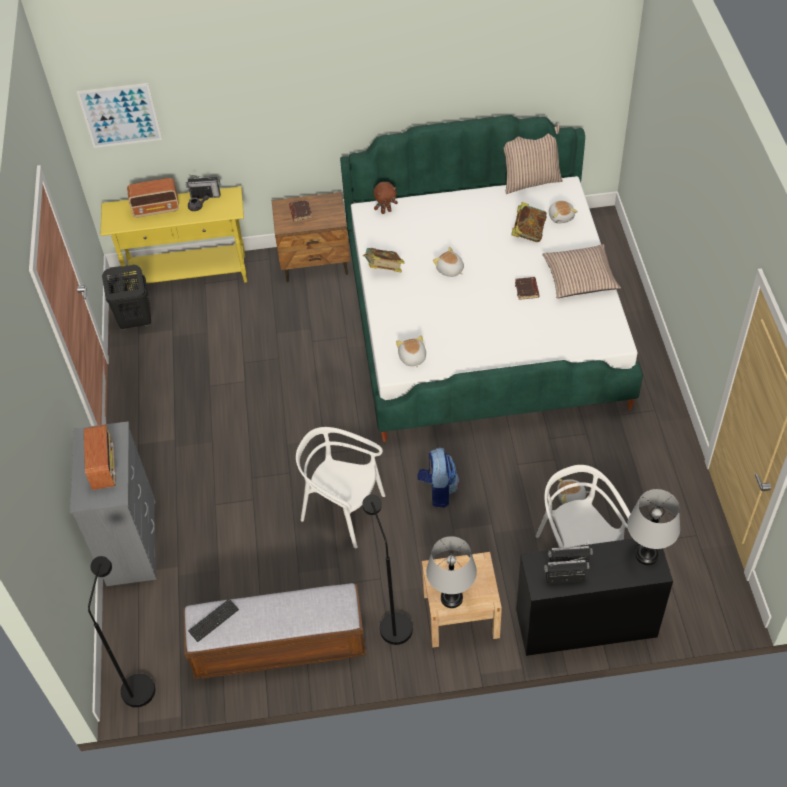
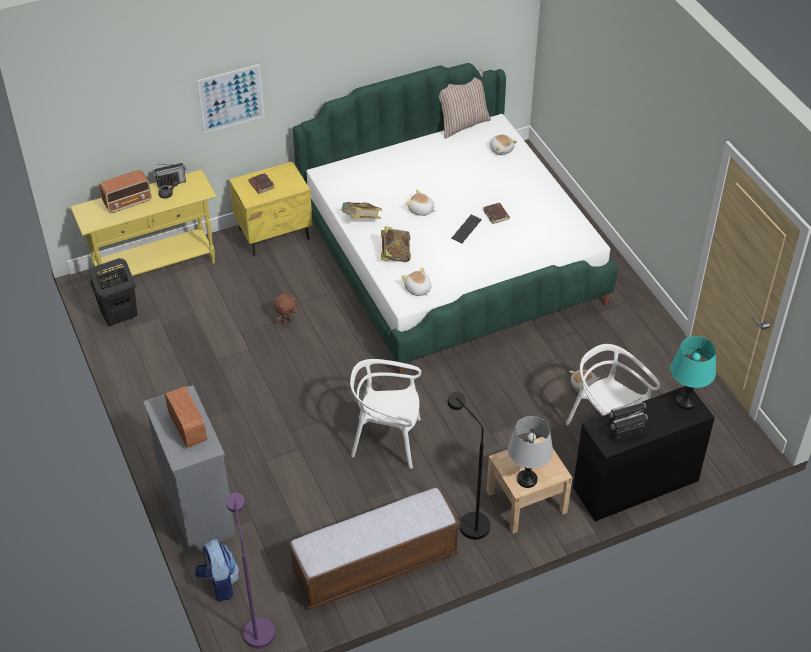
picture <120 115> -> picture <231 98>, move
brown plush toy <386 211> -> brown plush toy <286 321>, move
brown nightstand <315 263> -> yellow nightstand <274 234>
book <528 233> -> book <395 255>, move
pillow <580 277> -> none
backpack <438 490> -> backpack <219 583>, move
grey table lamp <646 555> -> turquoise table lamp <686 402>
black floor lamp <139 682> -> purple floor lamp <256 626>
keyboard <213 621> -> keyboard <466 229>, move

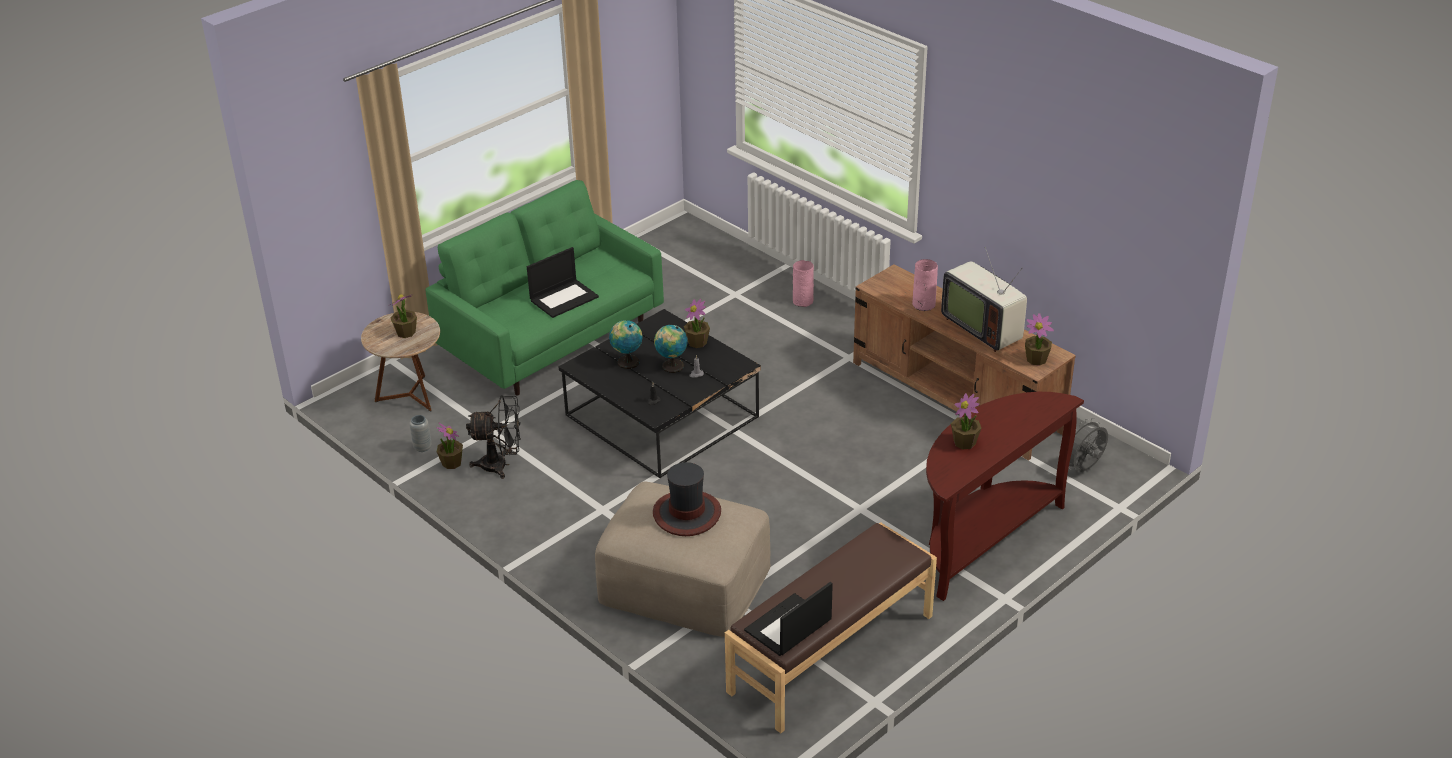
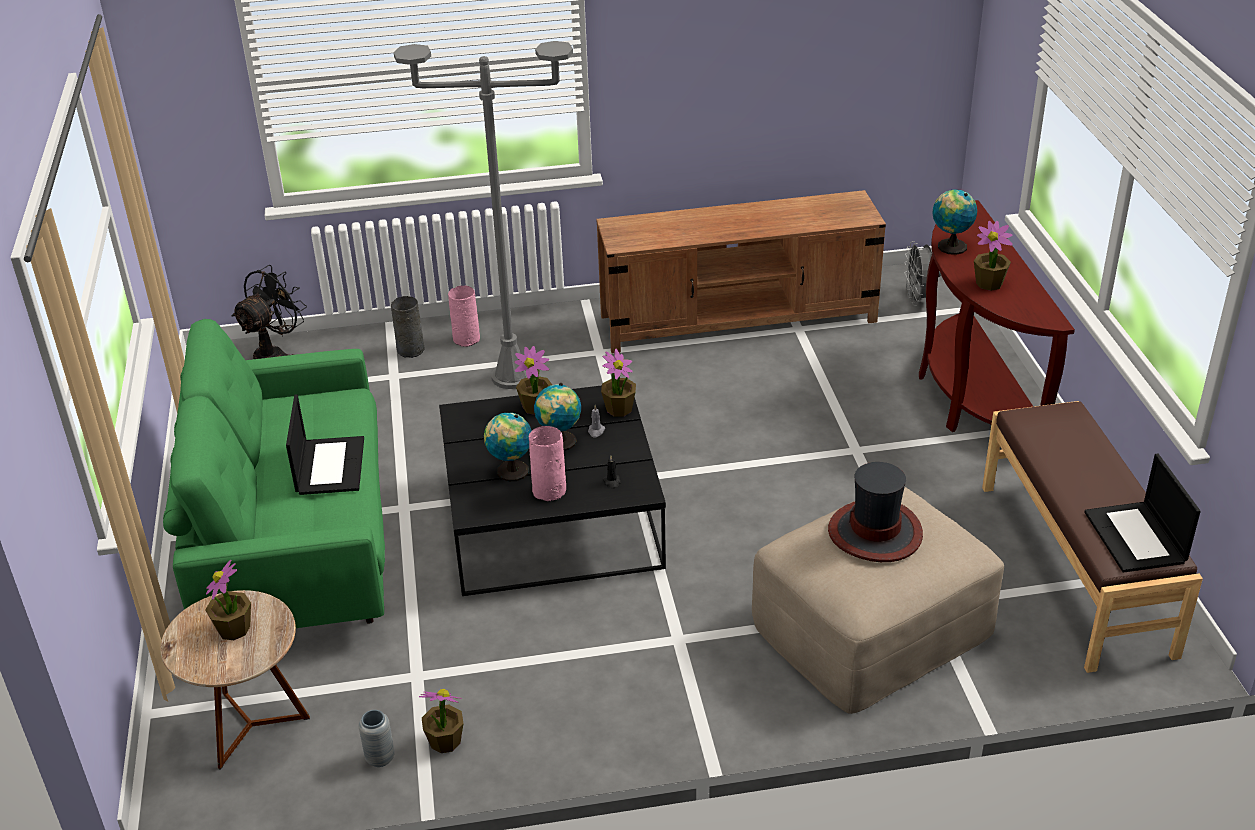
television <983 327> -> none
pink vase <923 305> -> pink vase <549 491>, move
potted plant <1036 359> -> potted plant <619 409>, move
black fan <501 465> -> black fan <275 355>, move
none -> grey floor lamp <511 377>
none -> globe <950 246>
none -> grey vase <411 349>

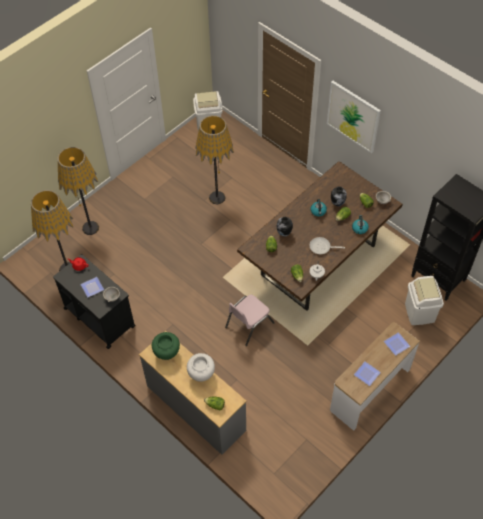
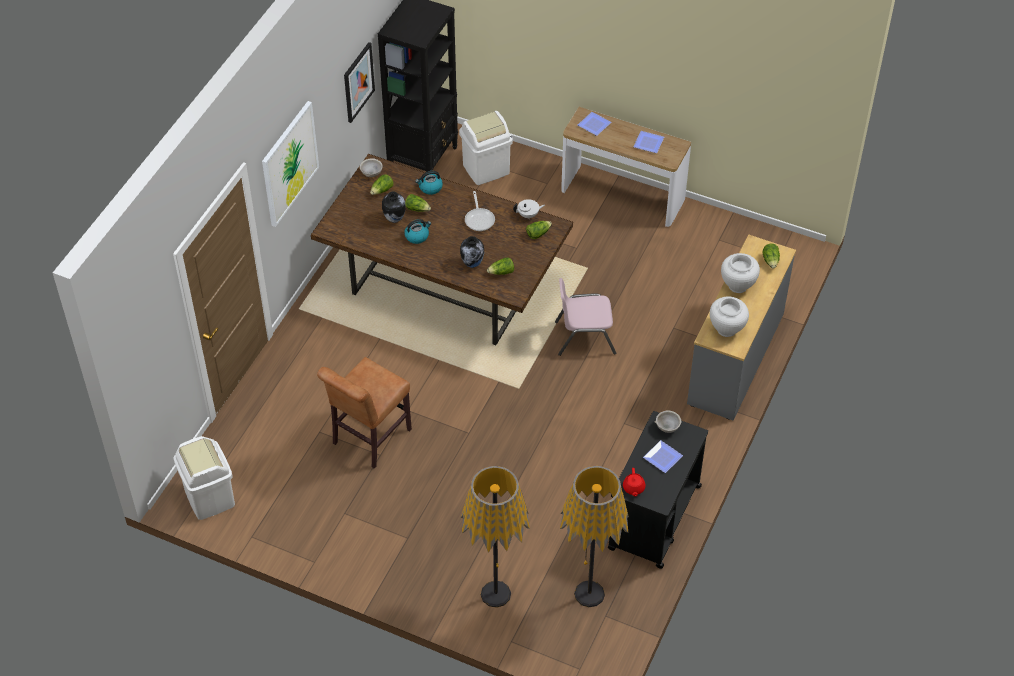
floor lamp <217 197> -> brown chair <369 439>
pink chair <249 325> -> pink chair <584 337>, 150 degrees clockwise
green vase <167 353> -> white vase <727 329>
none -> picture <358 82>

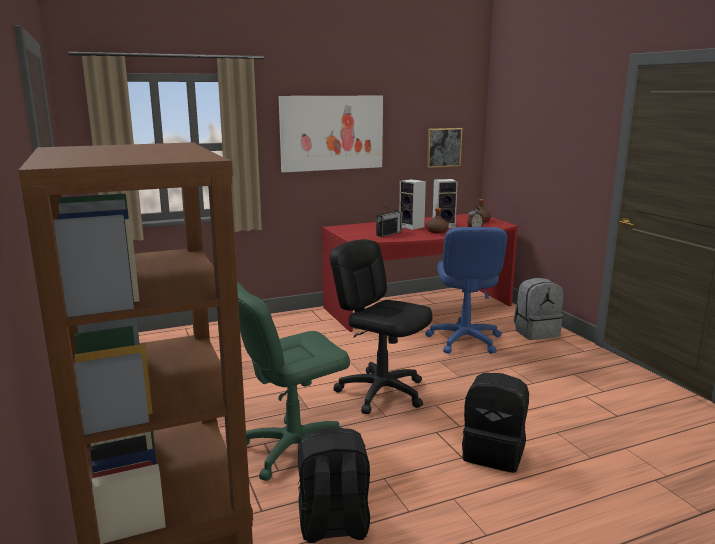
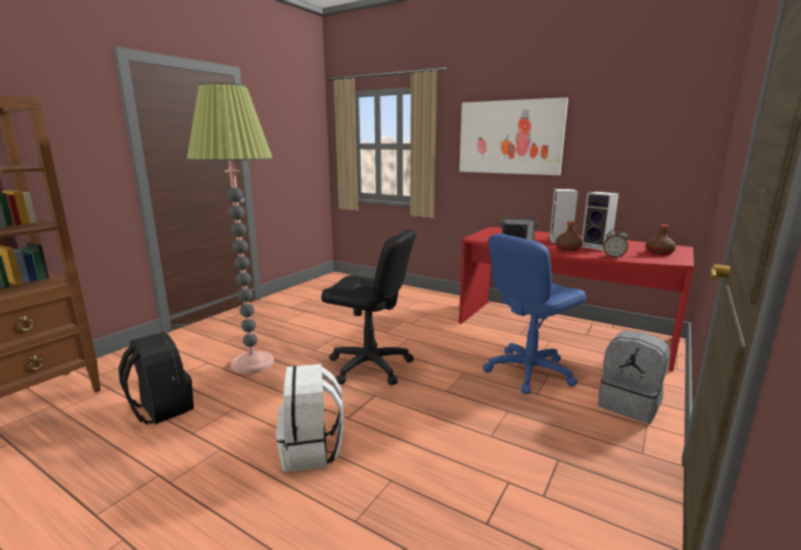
picture <443 147> -> none
black office chair <381 392> -> black office chair <370 366>, 105 degrees clockwise
green office chair <293 449> -> floor lamp <252 363>
black backpack <494 453> -> white backpack <312 450>

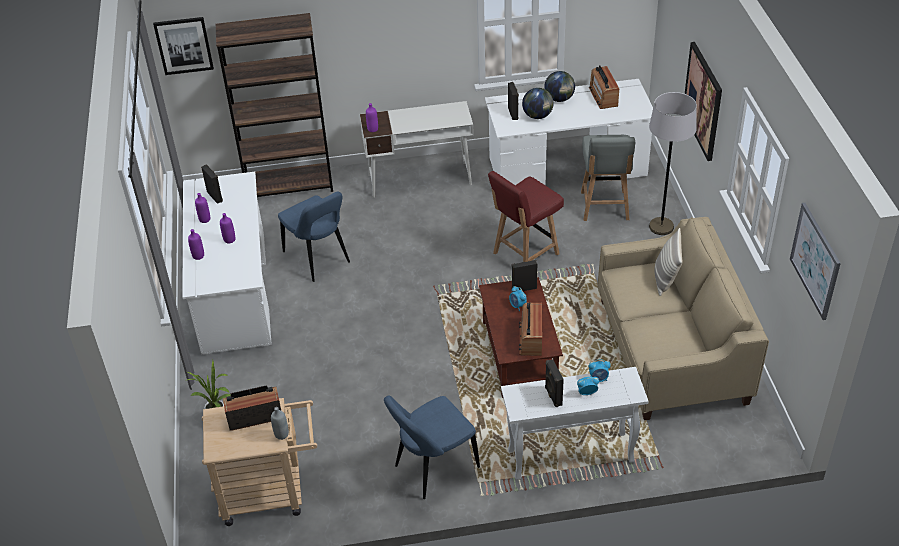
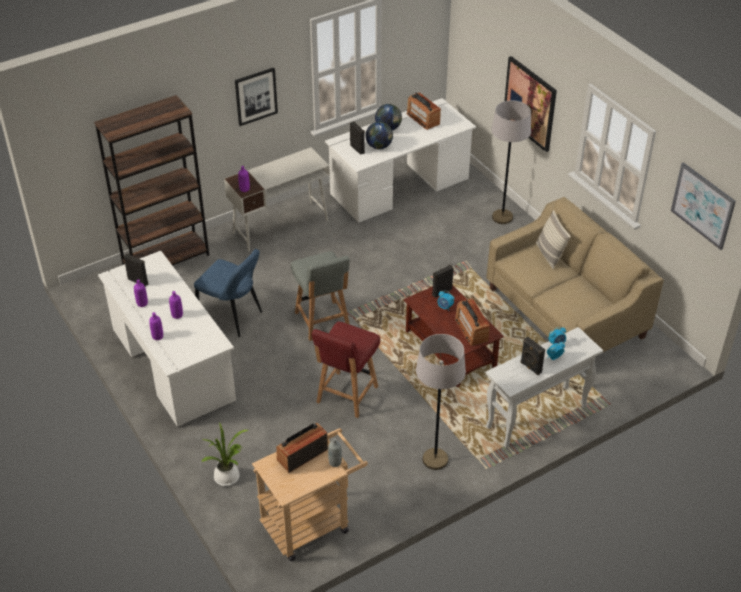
picture <184 45> -> picture <256 96>, move
grey chair <604 207> -> grey chair <322 322>, move
red chair <524 254> -> red chair <346 395>, move
blue chair <433 468> -> grey floor lamp <435 459>

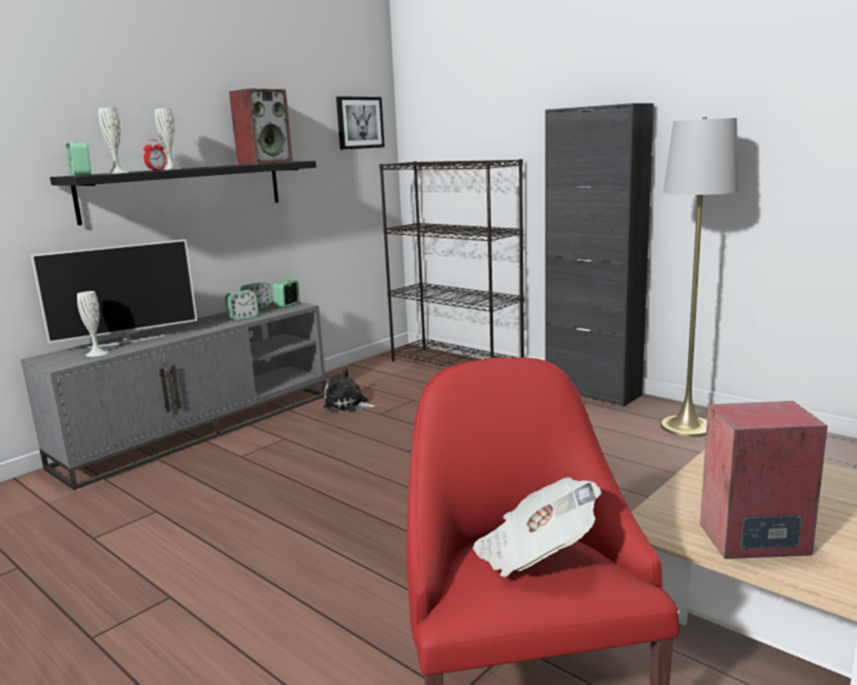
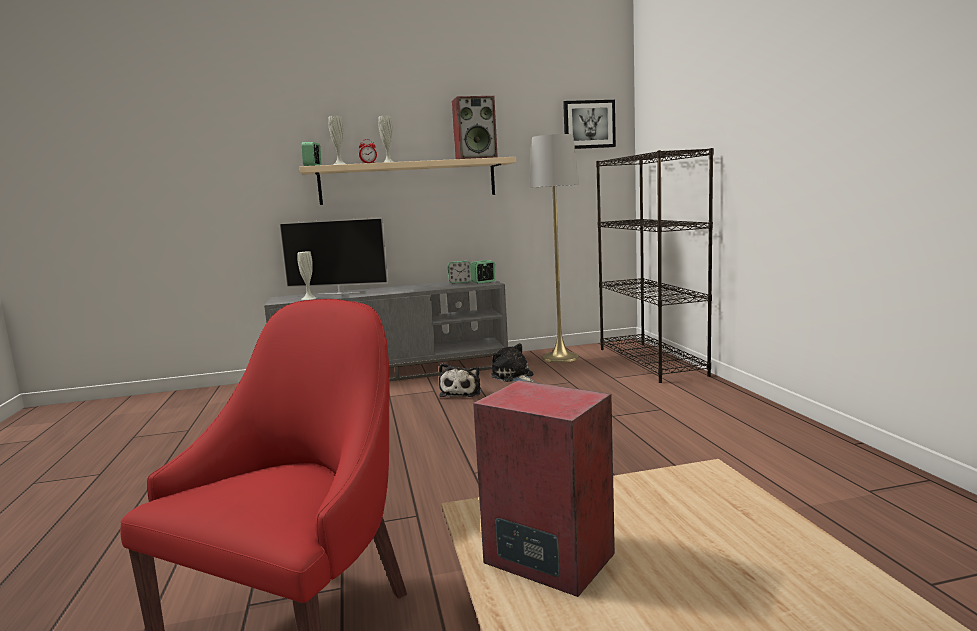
black cabinet <592 392> -> none
grey floor lamp <686 426> -> grey floor lamp <560 357>, move
black shelf <185 190> -> beige shelf <408 181>
alarm clock <243 317> -> none
newspaper <534 554> -> none
none -> plush toy <462 392>

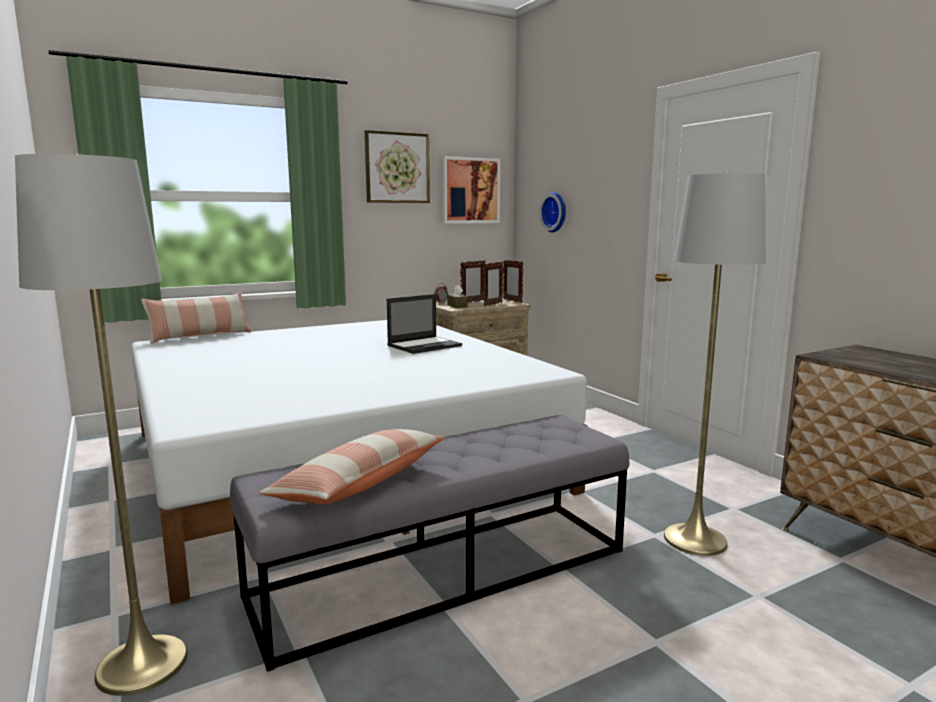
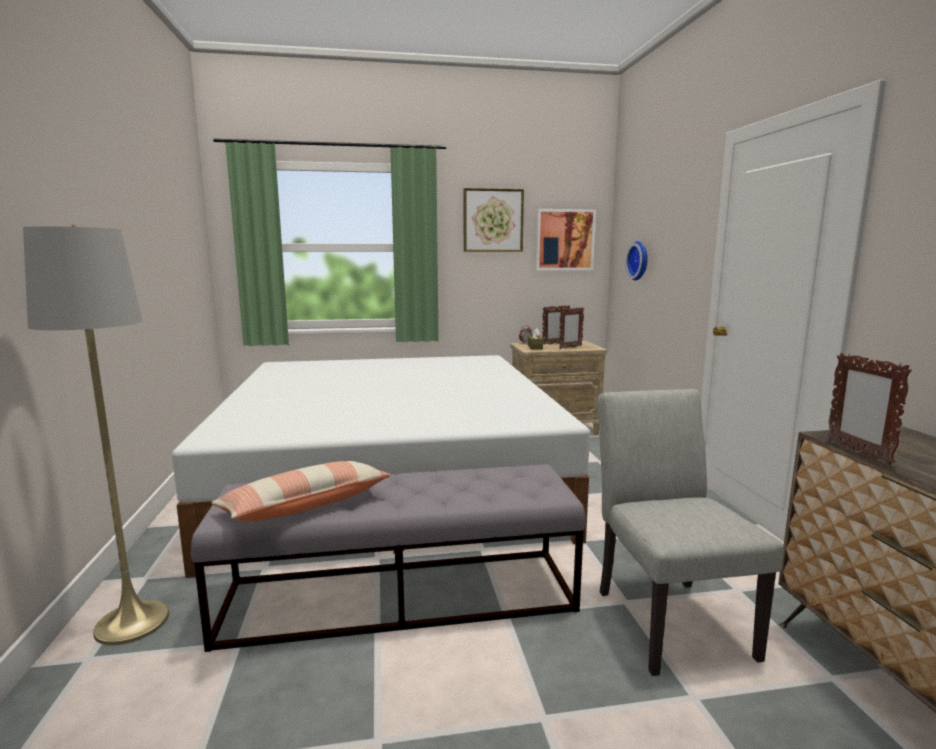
grey floor lamp <695 539> -> grey chair <666 615>
picture frame <512 301> -> picture frame <857 451>, move
pillow <200 336> -> none
laptop <425 345> -> none

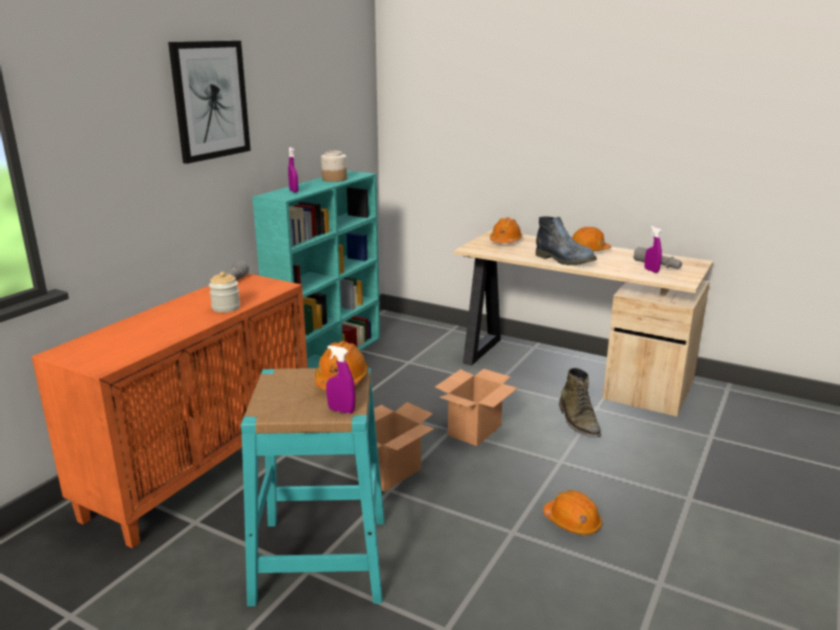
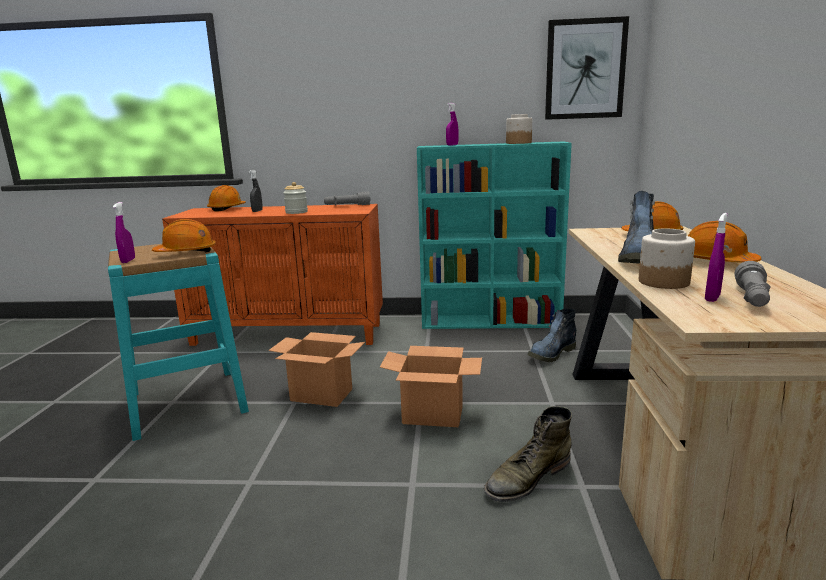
picture <210 100> -> picture <585 69>, move
orange hard hat <572 522> -> orange hard hat <227 209>, move
none -> grey spray bottle <257 211>
none -> jar <663 282>
none -> boot <551 354>

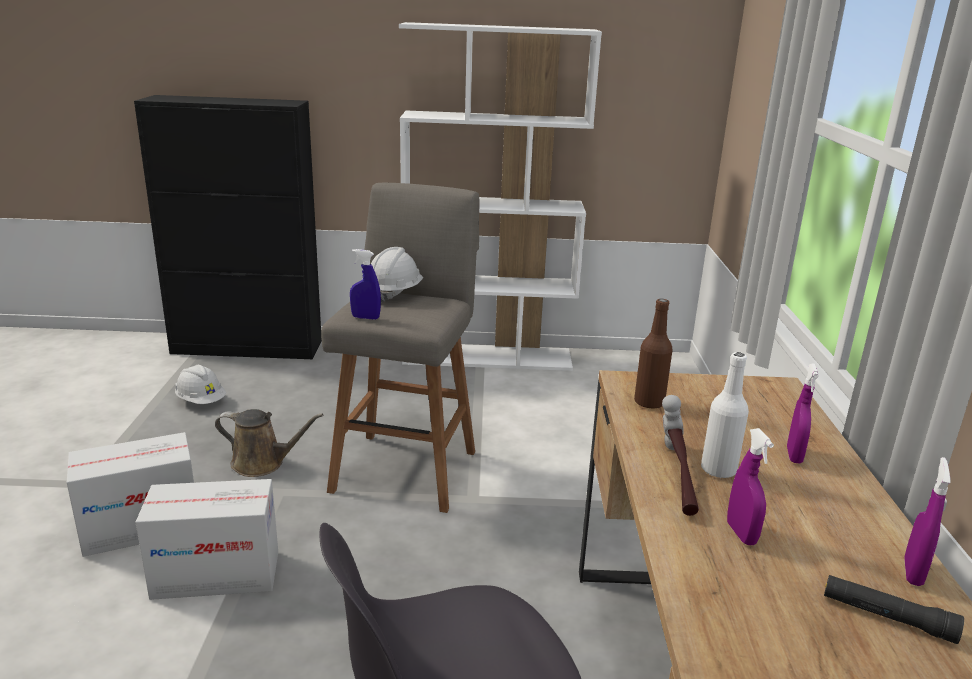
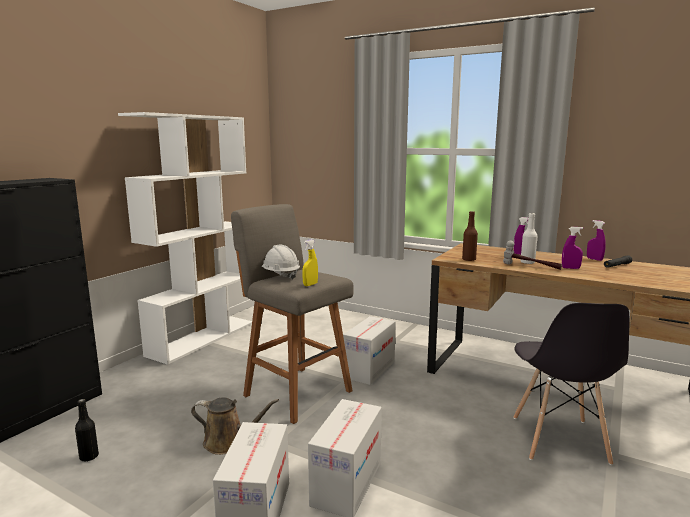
blue spray bottle <365 317> -> yellow spray bottle <310 284>
white hard hat <201 401> -> black bottle <89 457>
brown watering can <263 463> -> brown watering can <228 442>, 60 degrees clockwise
none -> cardboard box <369 369>

